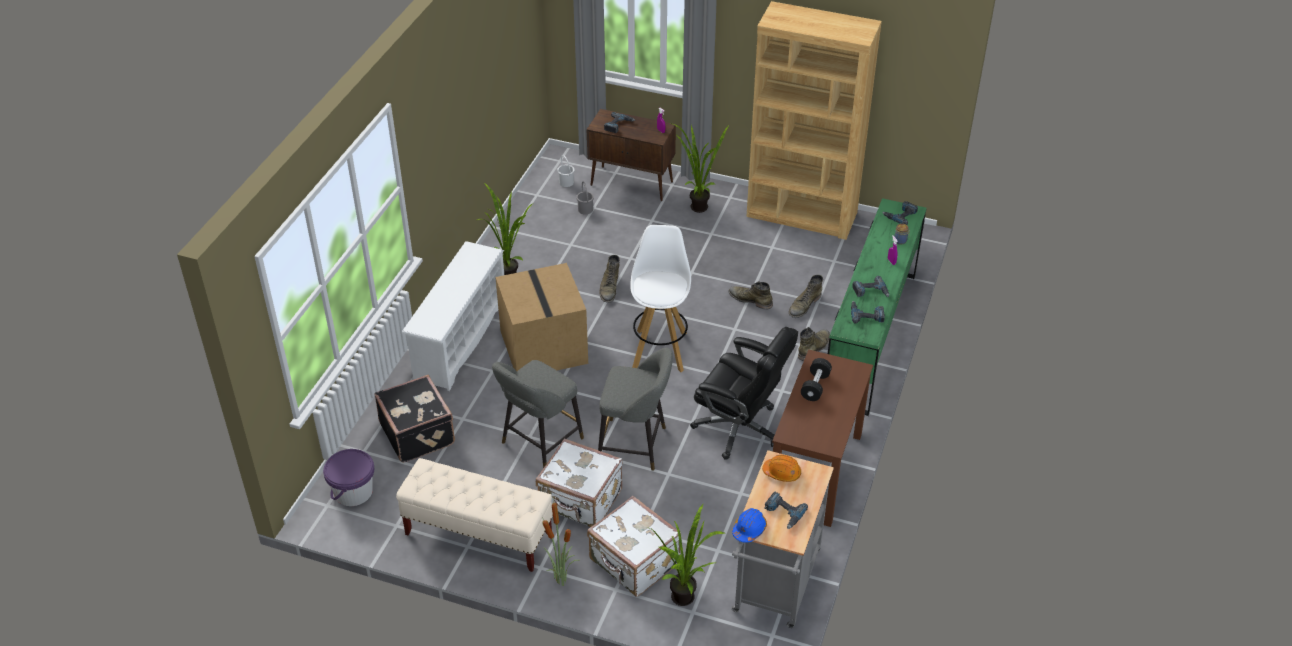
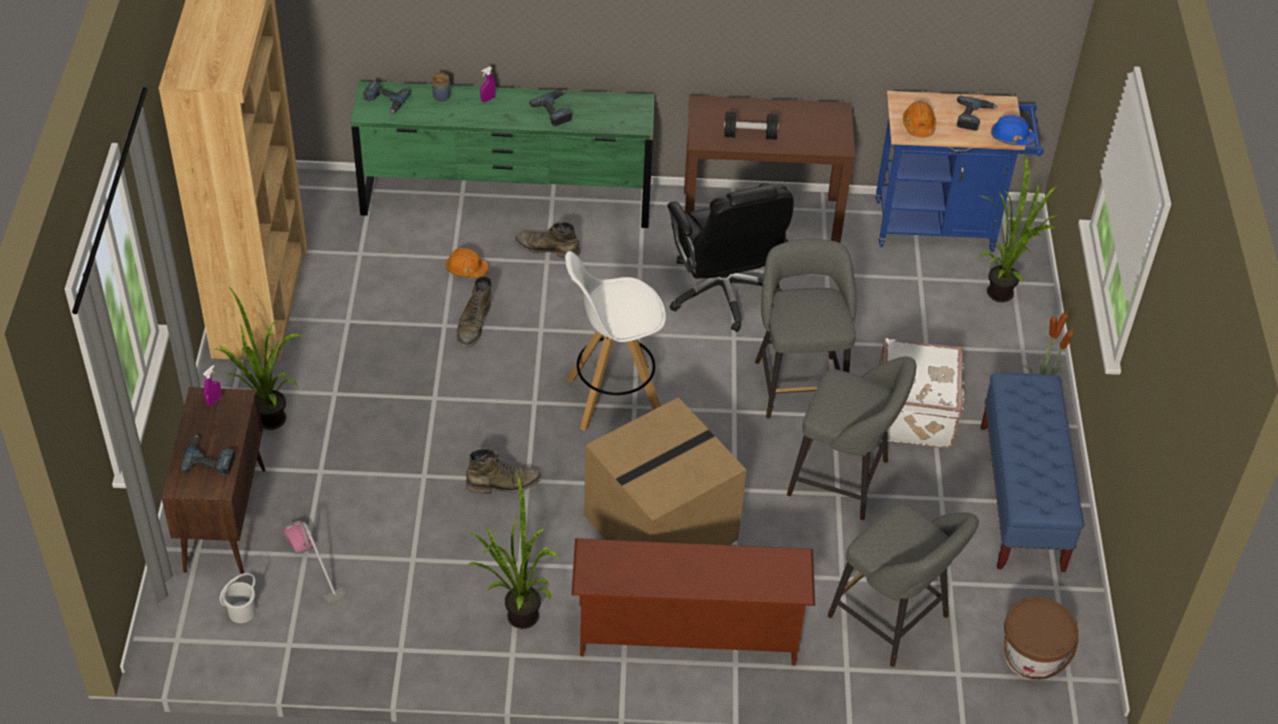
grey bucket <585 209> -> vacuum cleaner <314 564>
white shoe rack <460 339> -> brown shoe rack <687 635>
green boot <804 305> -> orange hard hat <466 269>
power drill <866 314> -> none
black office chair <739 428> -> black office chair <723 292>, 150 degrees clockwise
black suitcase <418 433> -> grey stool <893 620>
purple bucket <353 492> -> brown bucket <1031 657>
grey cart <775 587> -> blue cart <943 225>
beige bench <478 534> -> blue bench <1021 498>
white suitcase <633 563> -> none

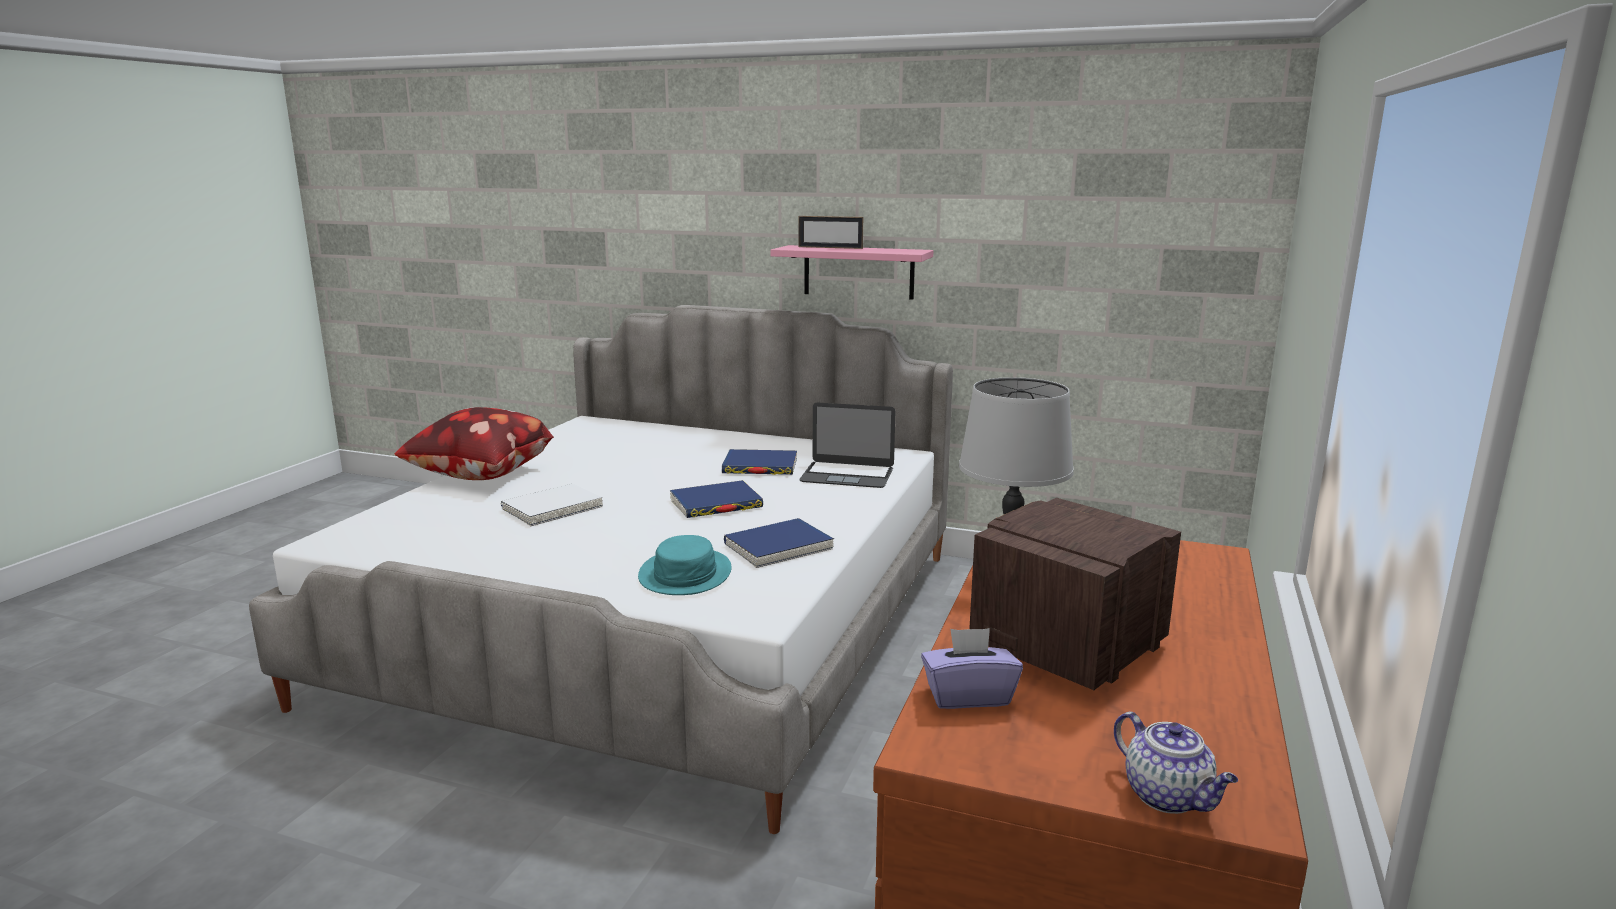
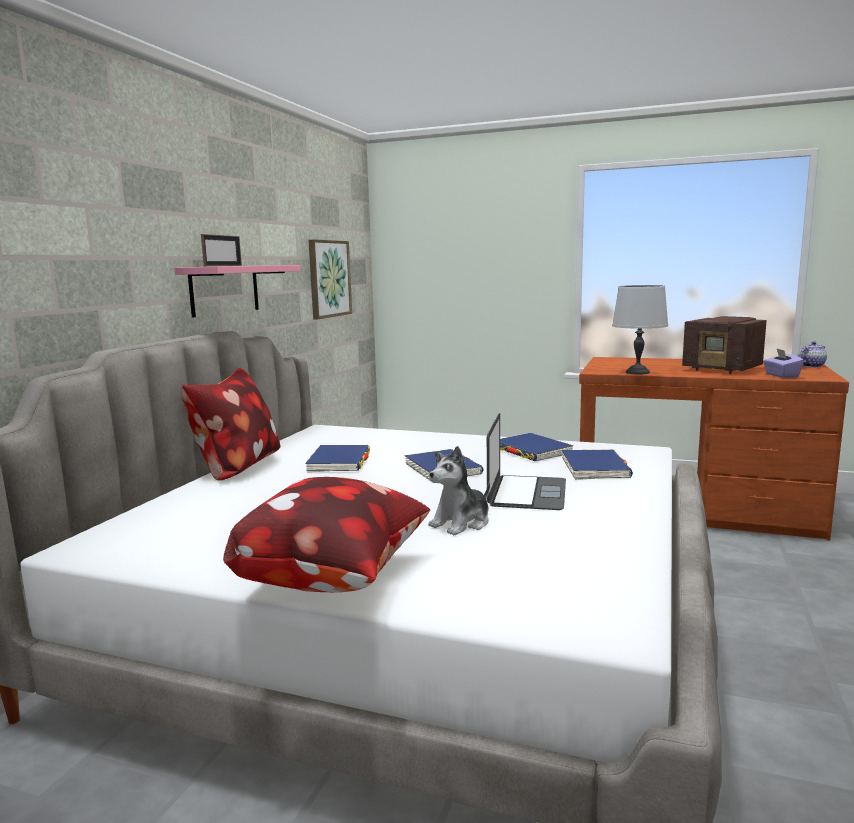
laptop <847 475> -> laptop <527 493>, move
white book <552 508> -> plush toy <461 523>
turquoise hat <685 574> -> blue book <595 468>
none -> picture <329 278>
none -> pillow <236 468>

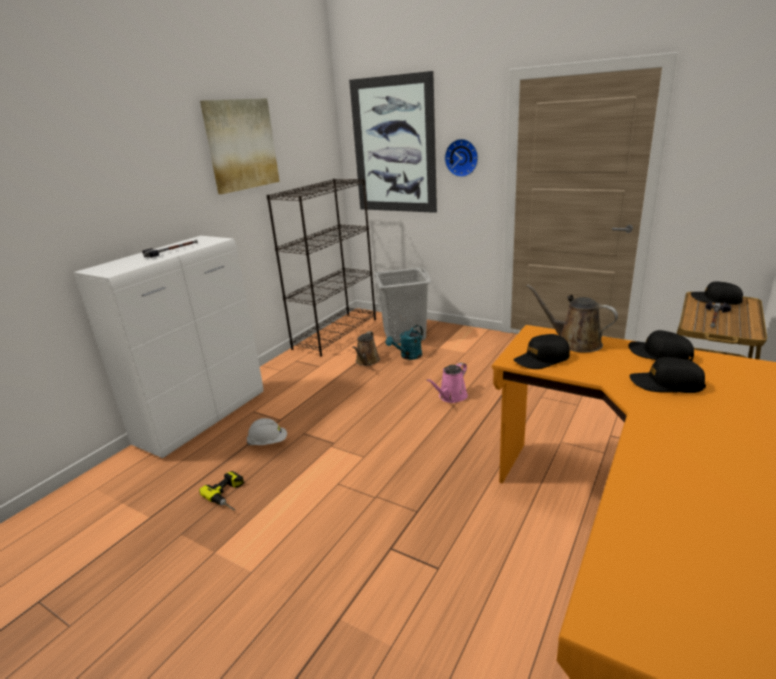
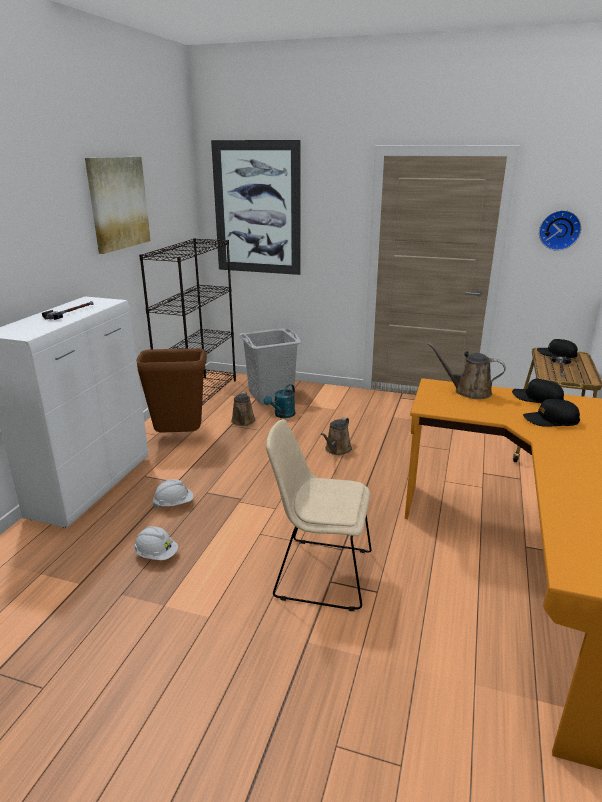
wall clock <462 157> -> wall clock <559 230>, move
black cap <541 359> -> none
pink watering can <451 397> -> brown watering can <337 450>
power drill <230 495> -> white hard hat <156 554>
none -> brown trash can <179 438>
none -> beige chair <319 573>

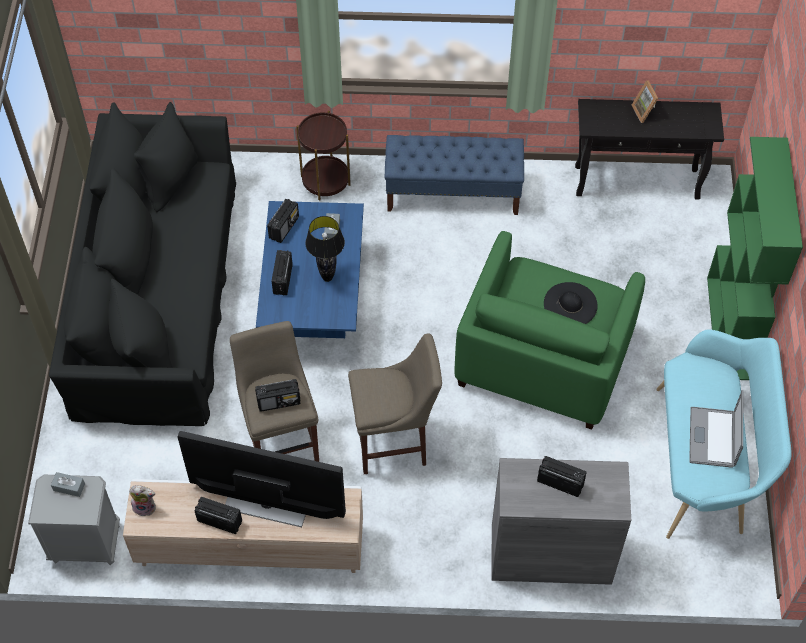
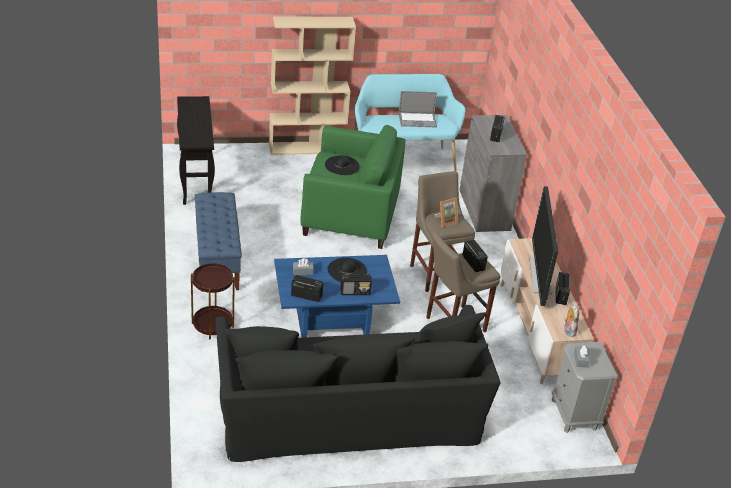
picture frame <645 112> -> picture frame <445 221>, move
green bookcase <729 328> -> beige bookcase <307 148>
black table lamp <327 278> -> black hat <347 270>

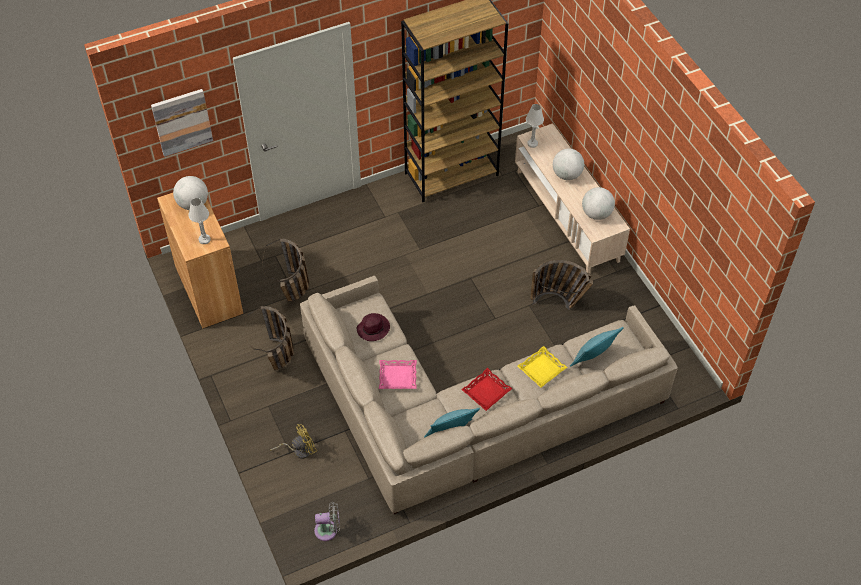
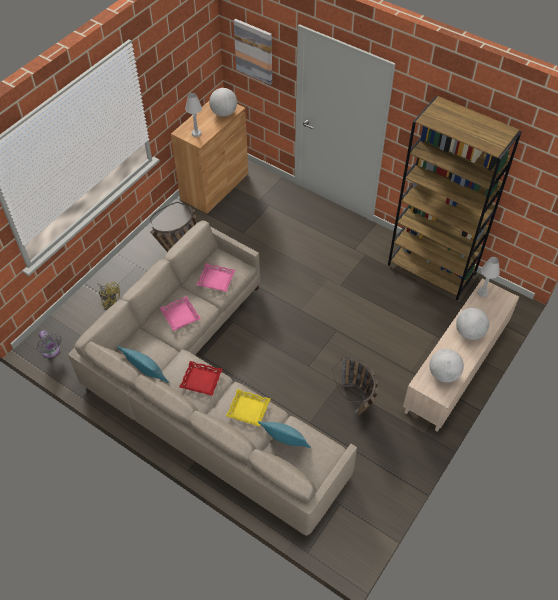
basket <294 293> -> none
purple hat <373 328> -> pink tray <216 279>

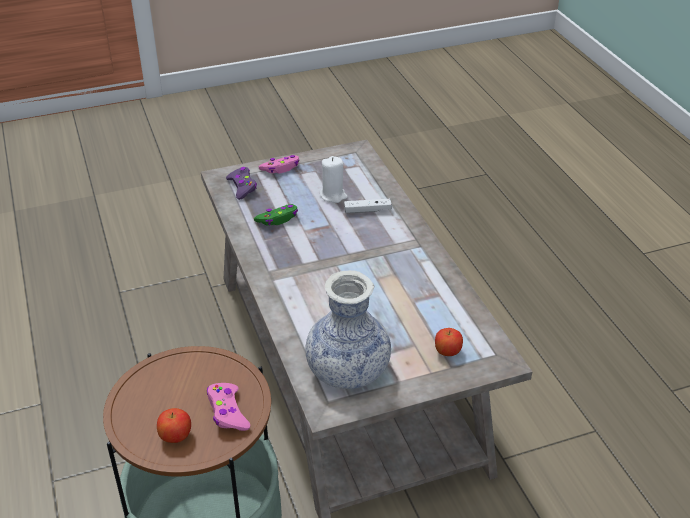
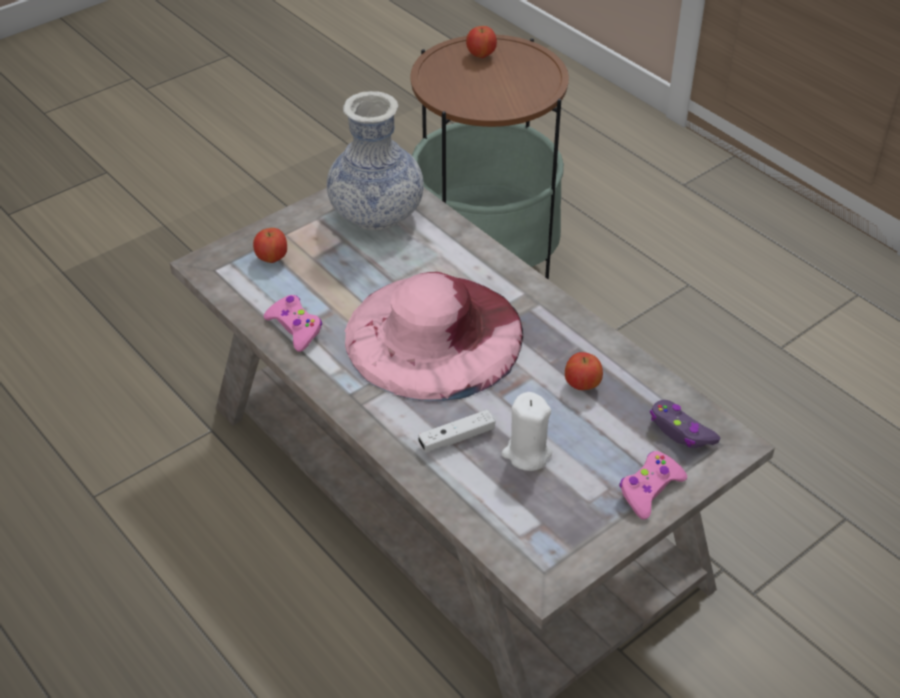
green game controller <278 219> -> apple <582 385>
pink game controller <227 412> -> pink game controller <295 328>, move
none -> pink hat <434 335>

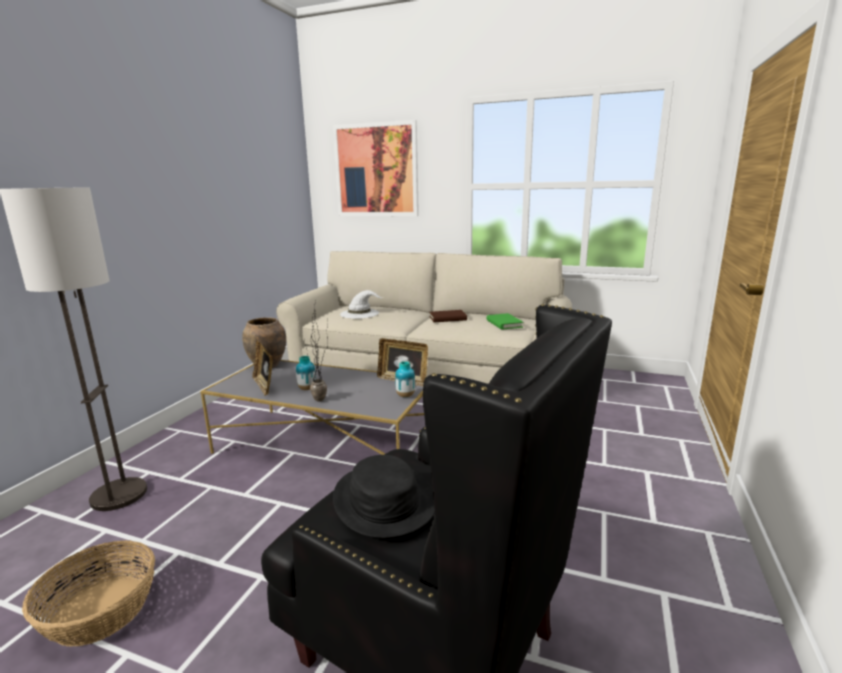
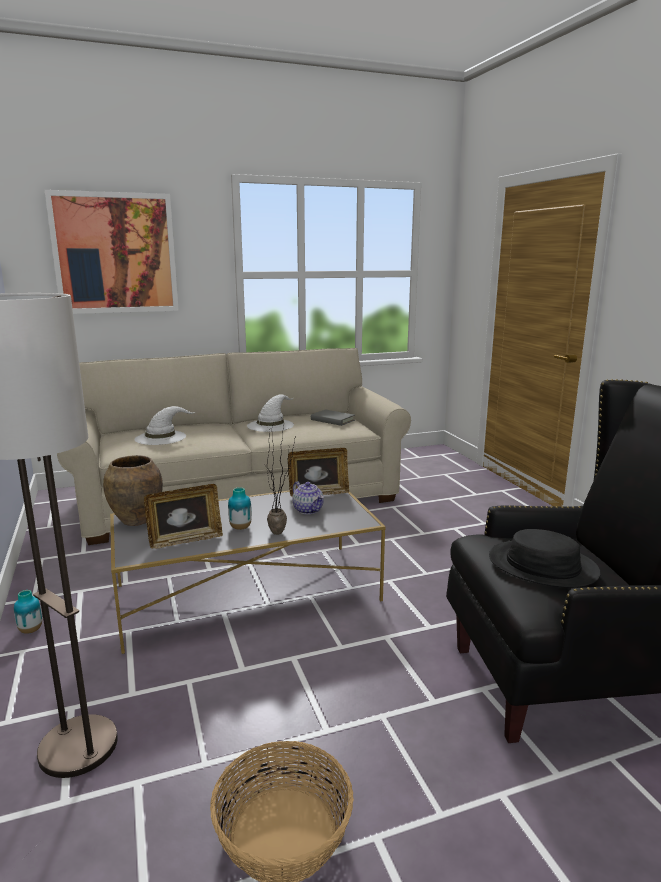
brown book <447 318> -> white hat <271 425>
green book <504 324> -> grey book <332 420>
picture frame <264 386> -> picture frame <185 540>, 45 degrees counterclockwise
vase <405 395> -> vase <30 630>, move
none -> teapot <308 510>

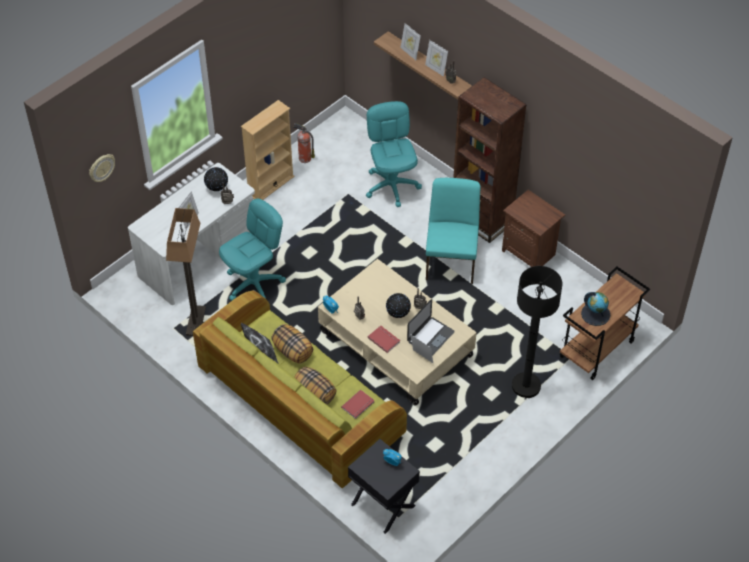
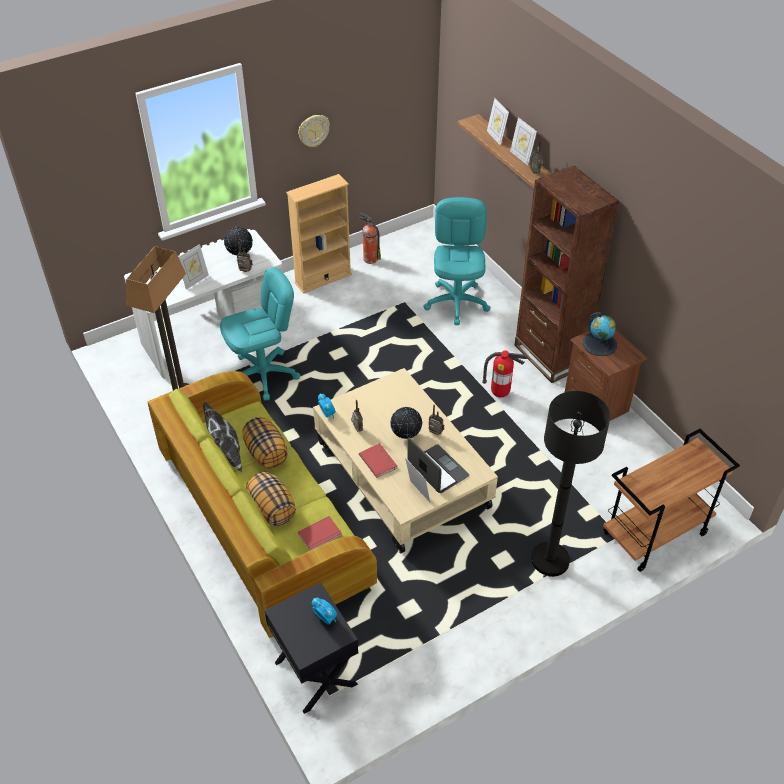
wall clock <101 168> -> wall clock <313 130>, move
turquoise chair <451 260> -> fire extinguisher <500 394>
globe <595 314> -> globe <599 344>, move
laptop <430 336> -> laptop <437 469>, 90 degrees counterclockwise

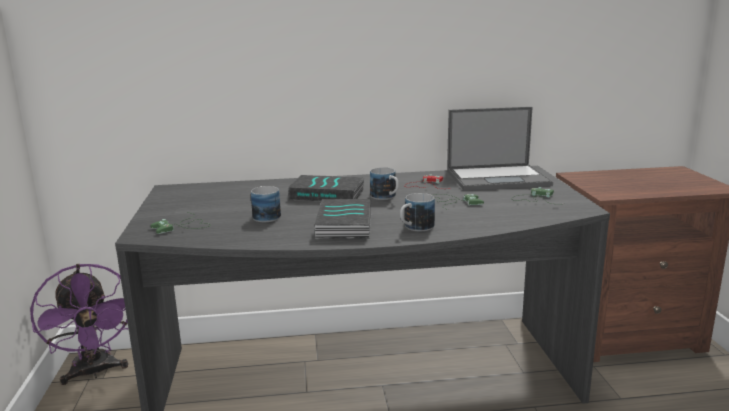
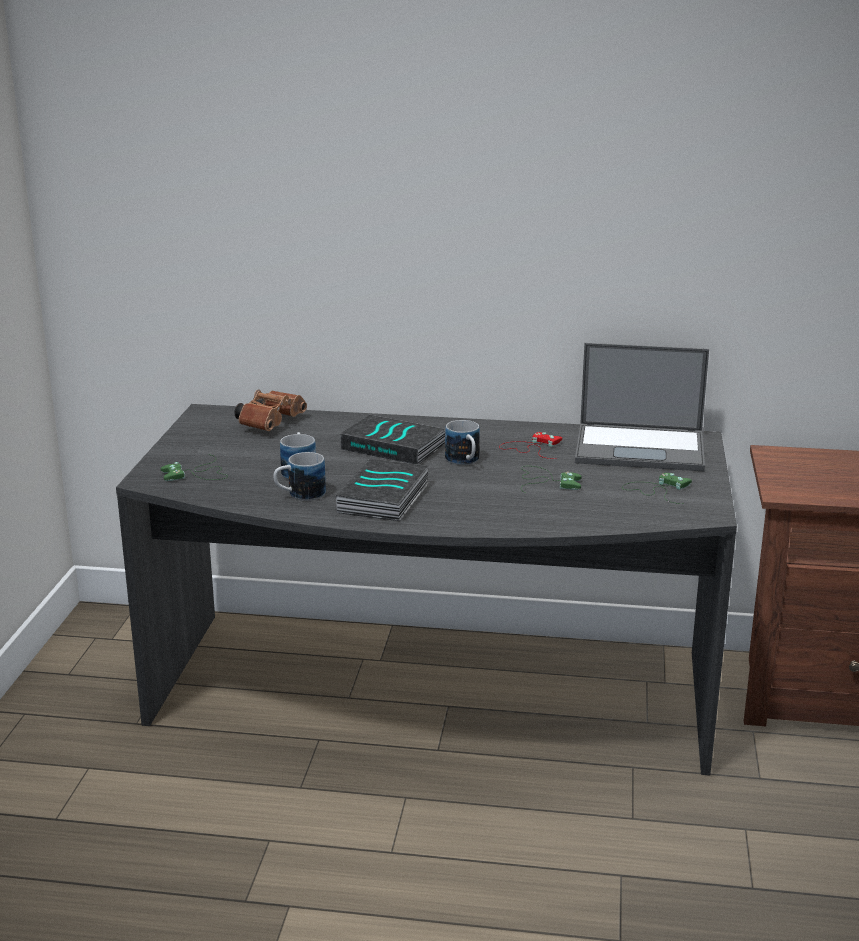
mug <415 228> -> mug <299 495>, move
purple fan <94 372> -> none
none -> brown binoculars <271 423>

